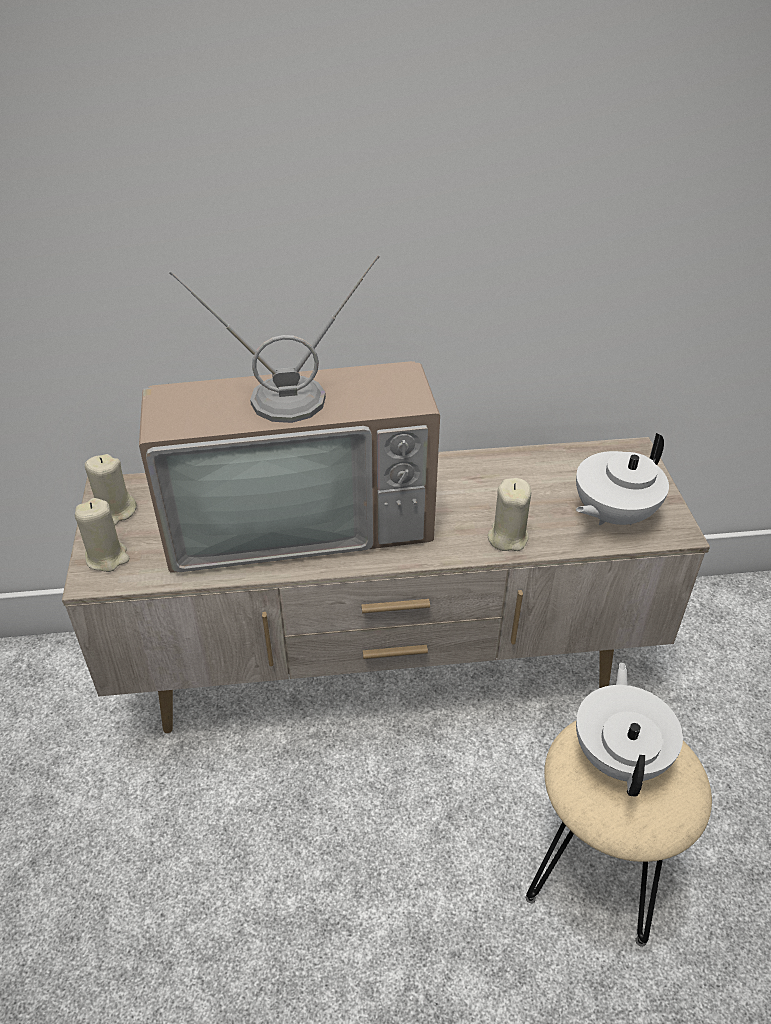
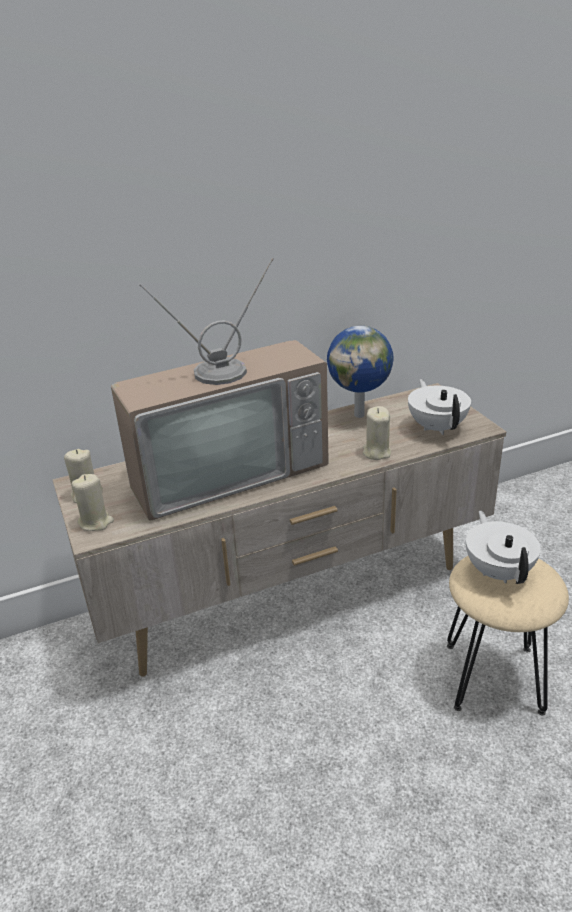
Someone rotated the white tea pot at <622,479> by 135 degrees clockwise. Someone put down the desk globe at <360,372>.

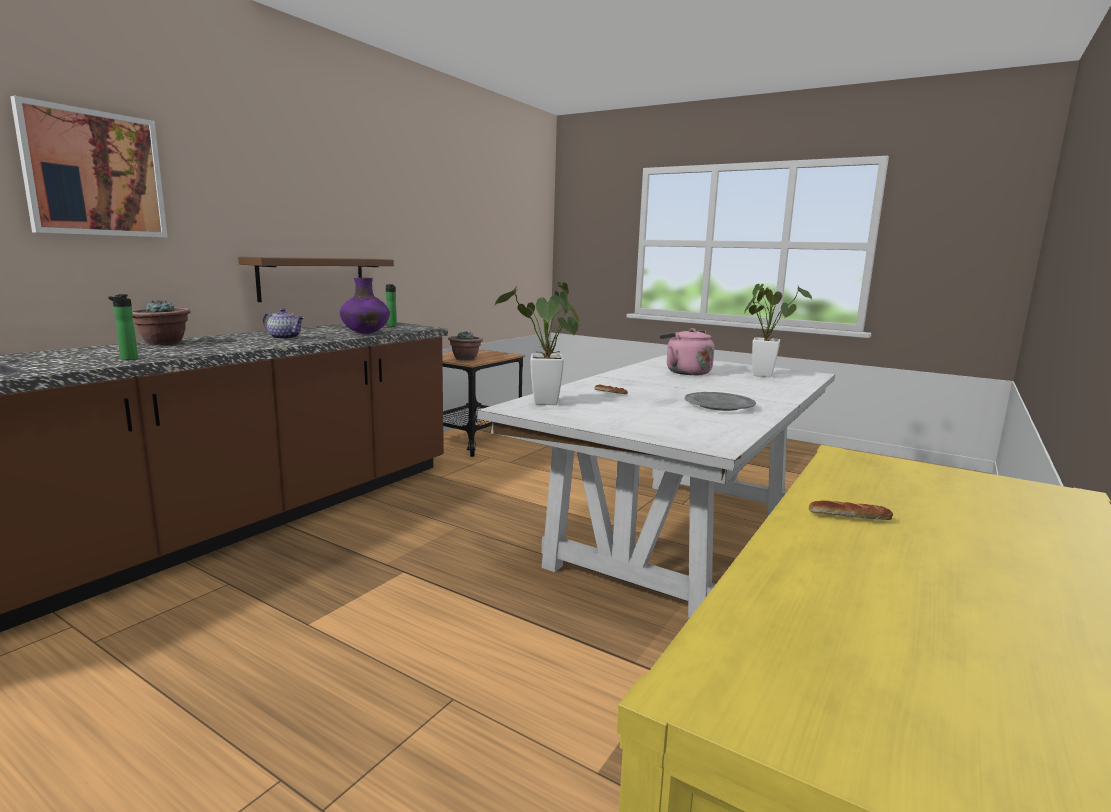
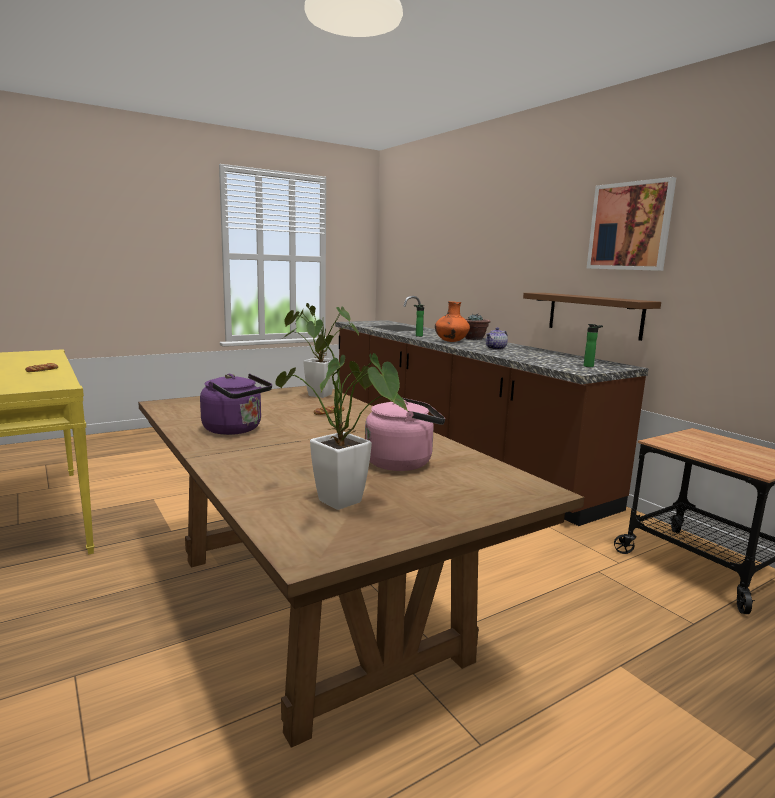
Someone carried the picture from <89,167> to <631,224>. Someone took away the purplish flower vase at <365,305>. Someone took away the potted plant at <465,346>. Someone repainted the white dinner table at <656,486>, which became the brown dinner table at <361,567>. Someone swapped the gray dinner plate at <720,401> for the purplish kettle at <236,404>. Someone put down the orange-coloured flower vase at <452,321>.

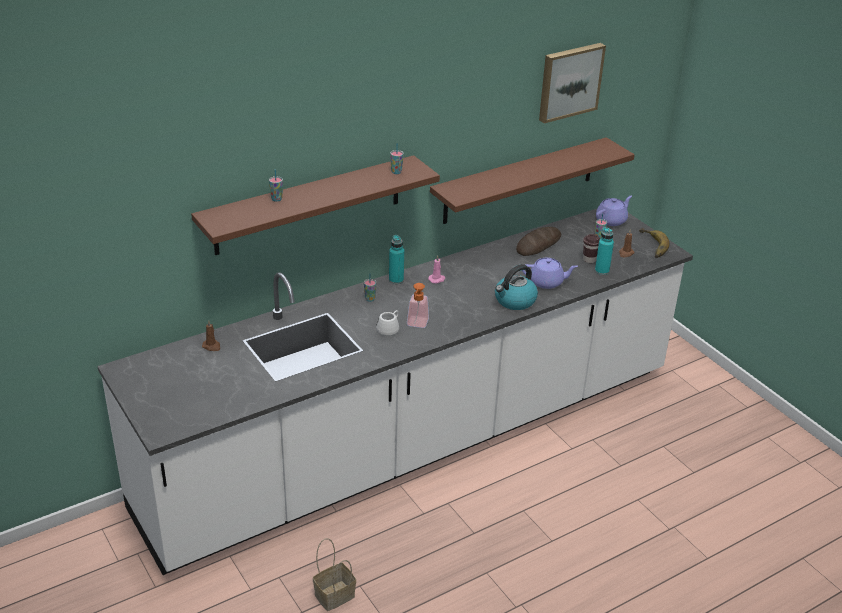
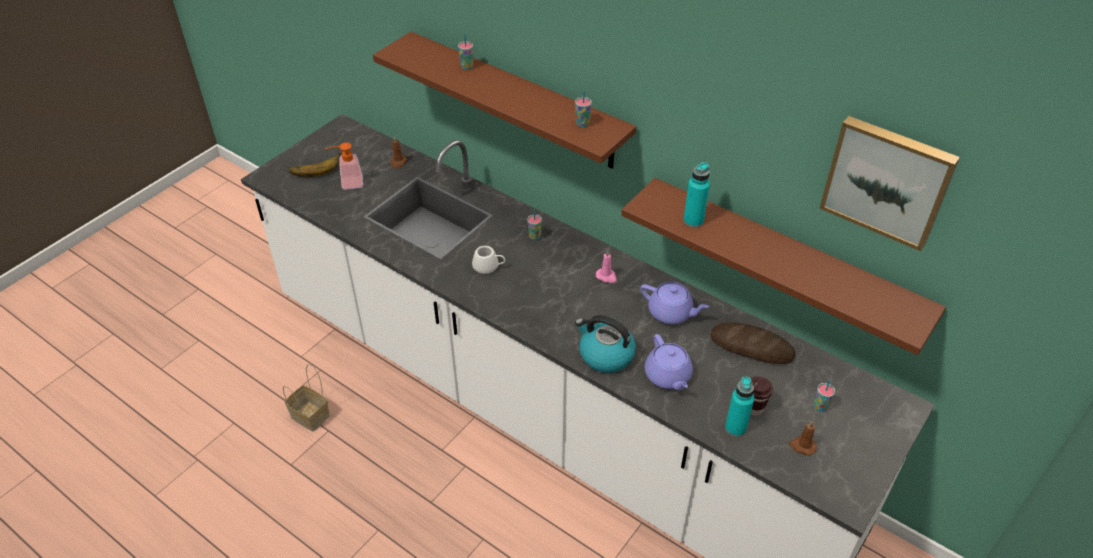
Someone carried the purplish tea pot from <614,211> to <675,303>. Someone carried the whole banana from <654,243> to <315,163>. Someone carried the turquoise-coloured beverage bottle from <396,259> to <696,194>. Someone carried the liquid soap bottle from <418,305> to <344,166>.

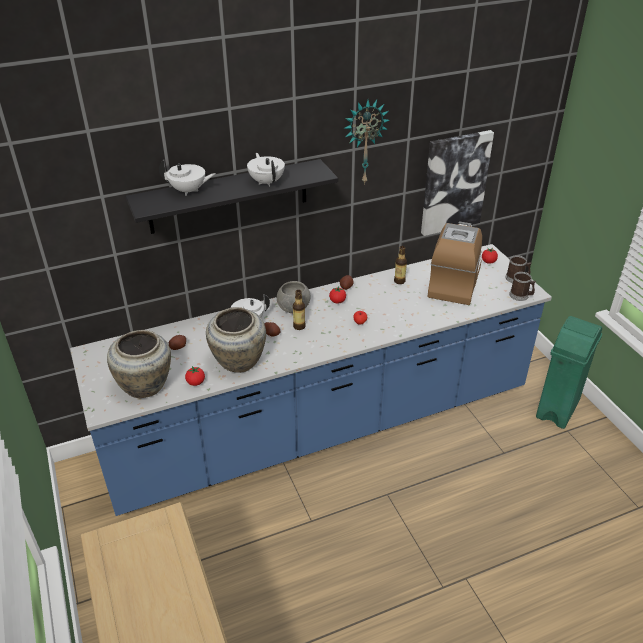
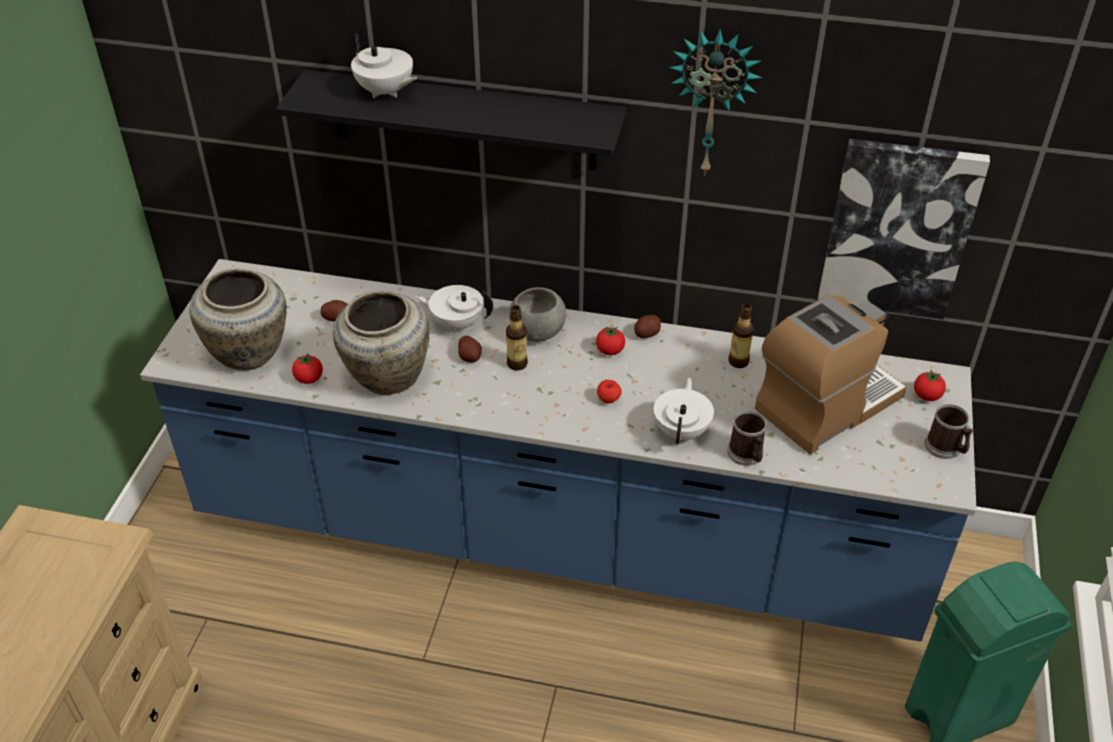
Someone carried the white tea pot from <266,170> to <684,411>. Someone carried the coffee mug from <522,286> to <746,438>.

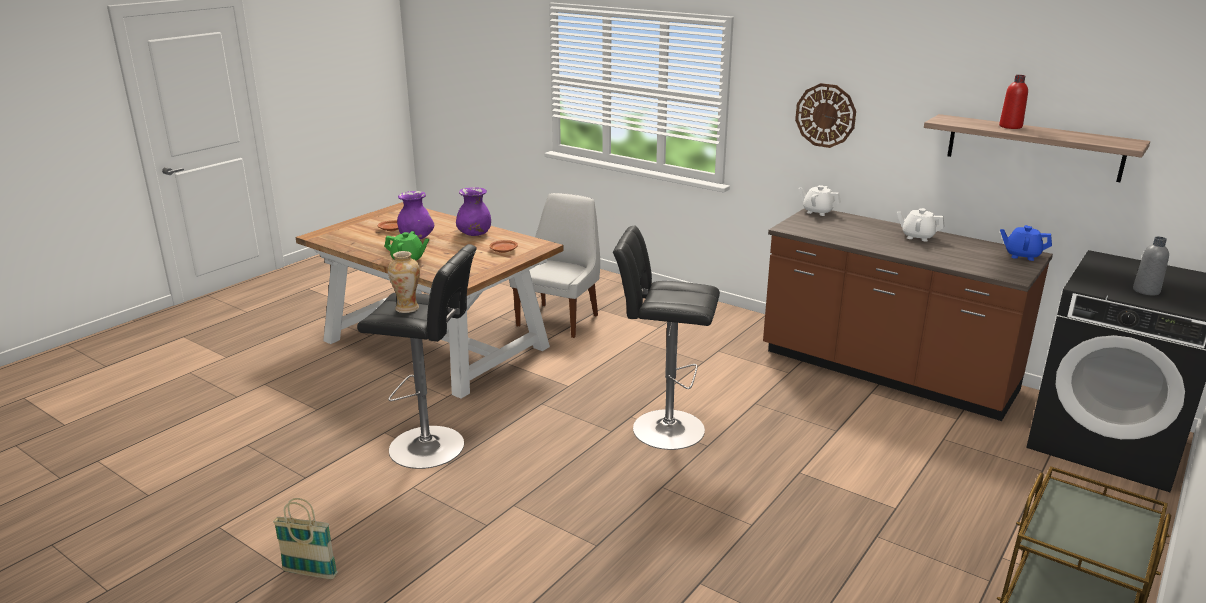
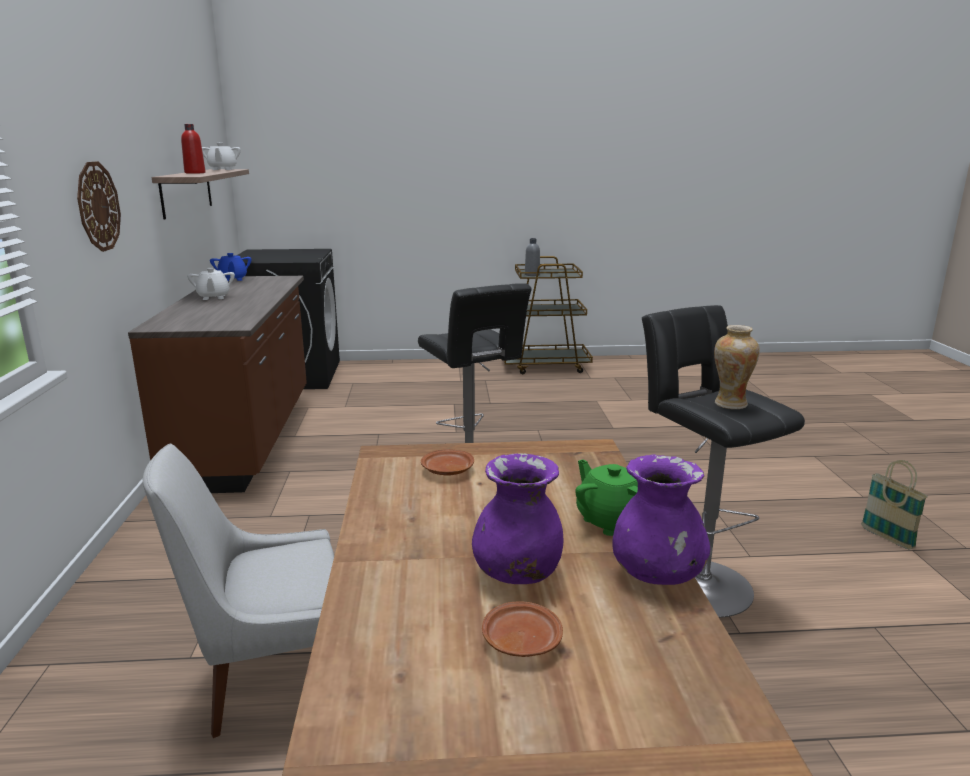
Someone carried the white tea pot from <820,200> to <221,156>. Someone carried the purplish flower vase from <473,211> to <661,520>. Someone carried the gray beverage bottle from <1151,266> to <532,257>.

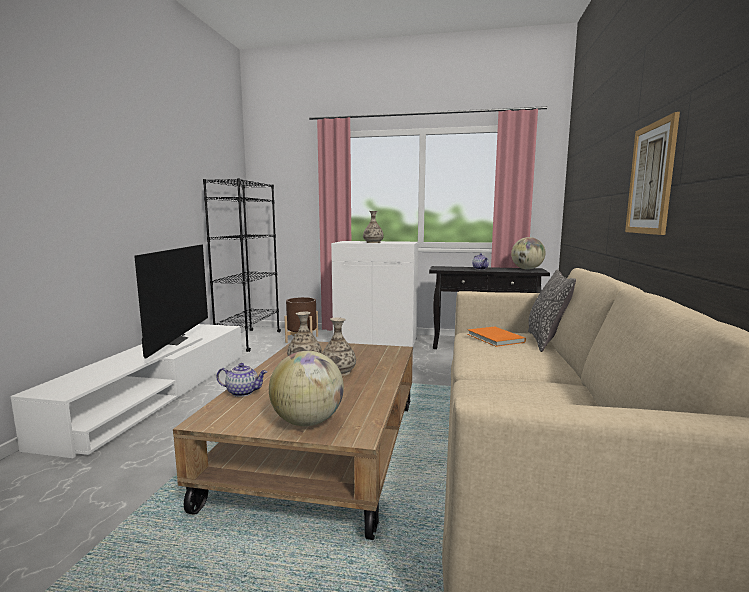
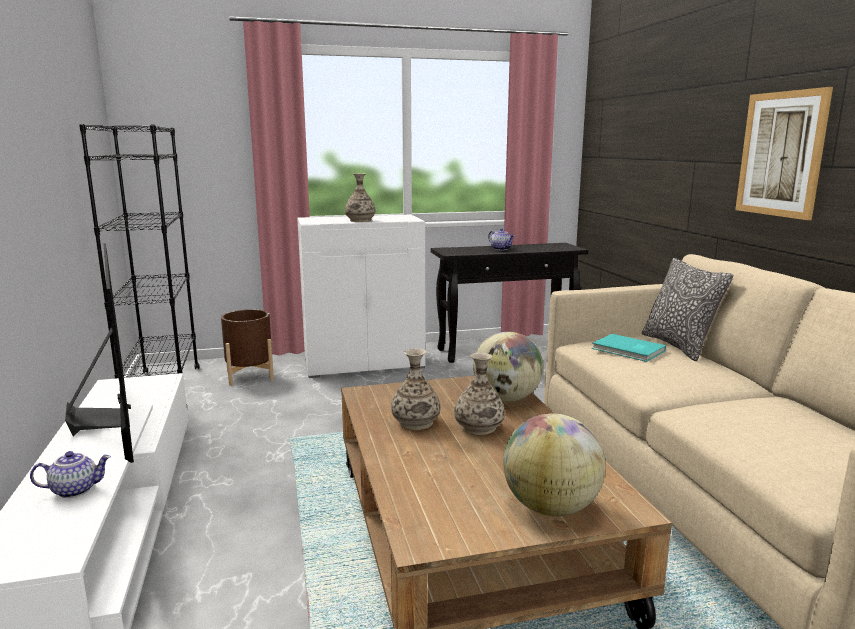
Someone carried the desk globe from <528,253> to <508,366>. Someone repainted the orange-coloured volume at <497,336>, which became the turquoise-coloured volume at <629,348>. Someone carried the tea pot from <241,380> to <70,474>.

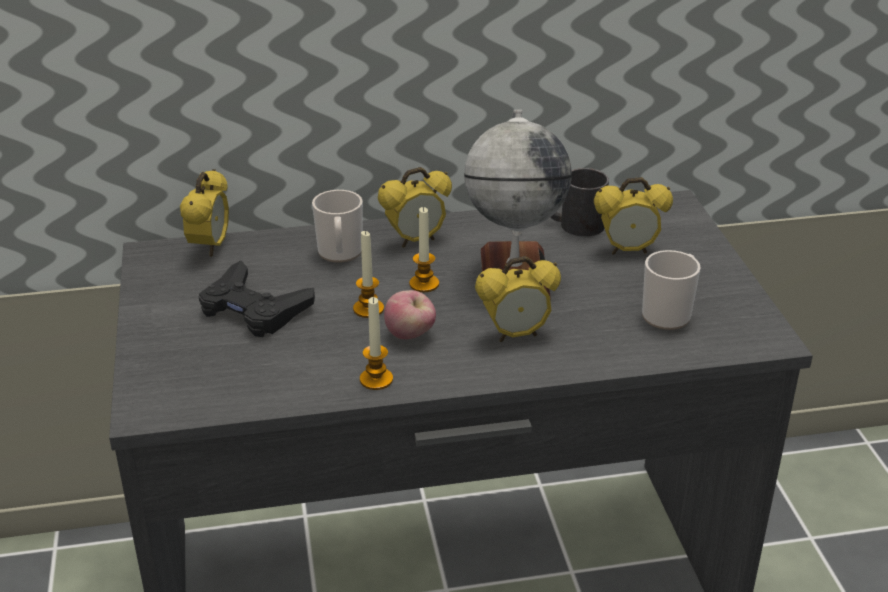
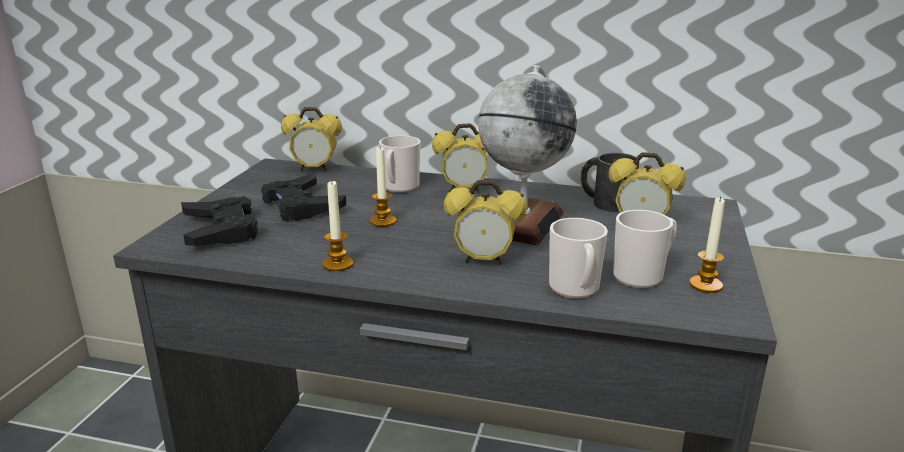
Someone rotated the bedside clock at <204,213> by 60 degrees clockwise. Someone carried the candle from <424,249> to <707,244>. Someone took away the apple fruit at <410,314>. Someone put down the black game controller at <219,221>. Someone put down the coffee mug at <578,258>.

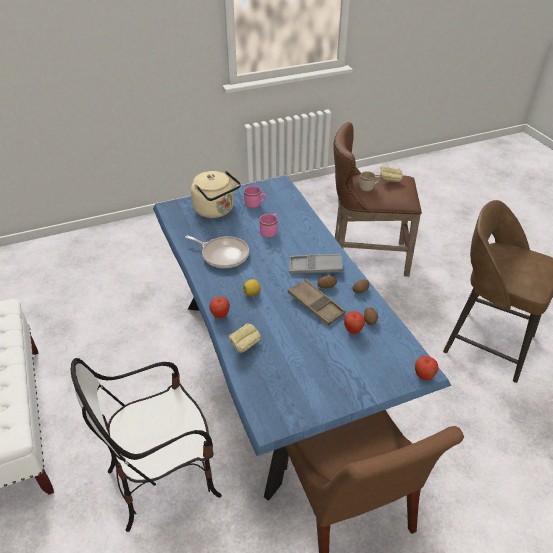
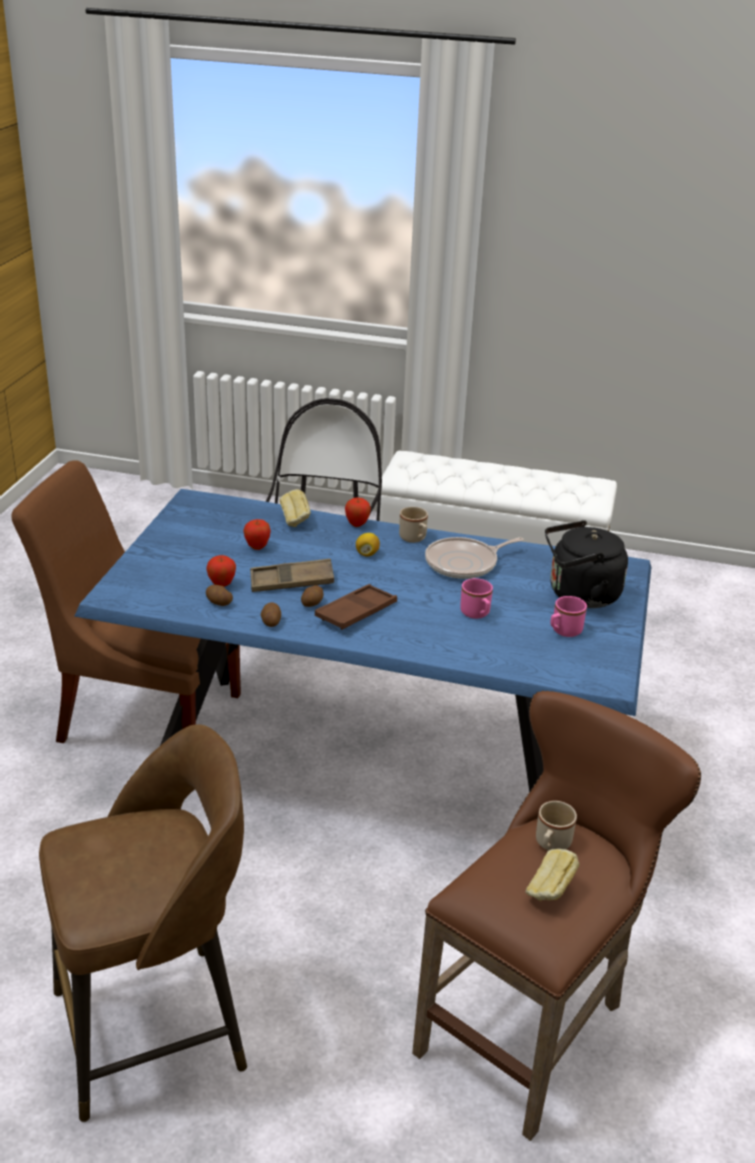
Someone repainted the sand-coloured kettle at <216,194>, which became the black kettle at <586,564>. Someone repainted the gray carrying tray at <316,264>, which became the brown carrying tray at <356,607>. Someone carried the apple fruit from <427,368> to <257,534>. Someone put down the sand-coloured coffee mug at <413,525>.

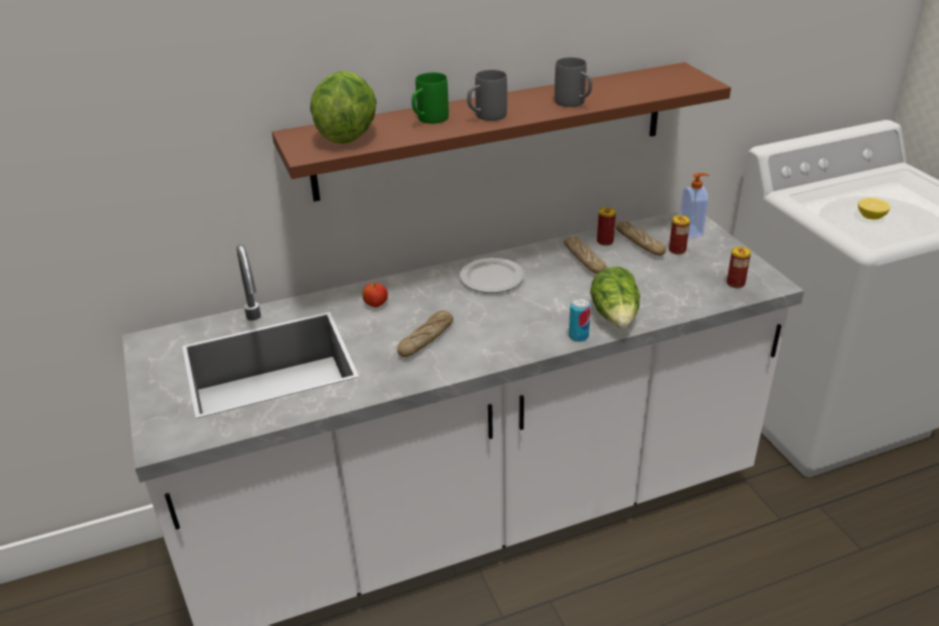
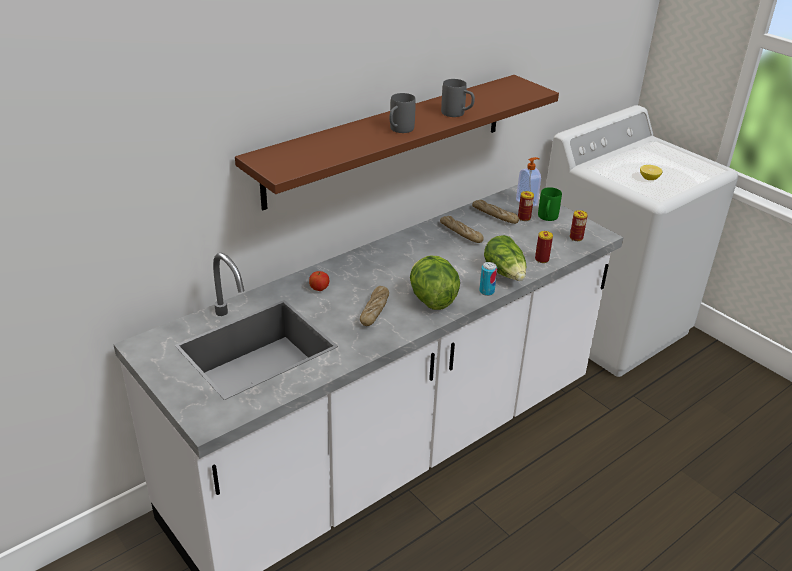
Someone carried the lettuce from <343,107> to <435,283>. Someone carried the green-coloured coffee mug from <430,98> to <550,204>. Someone carried the metal can from <606,226> to <544,247>. Someone took away the dinner plate at <492,275>.

